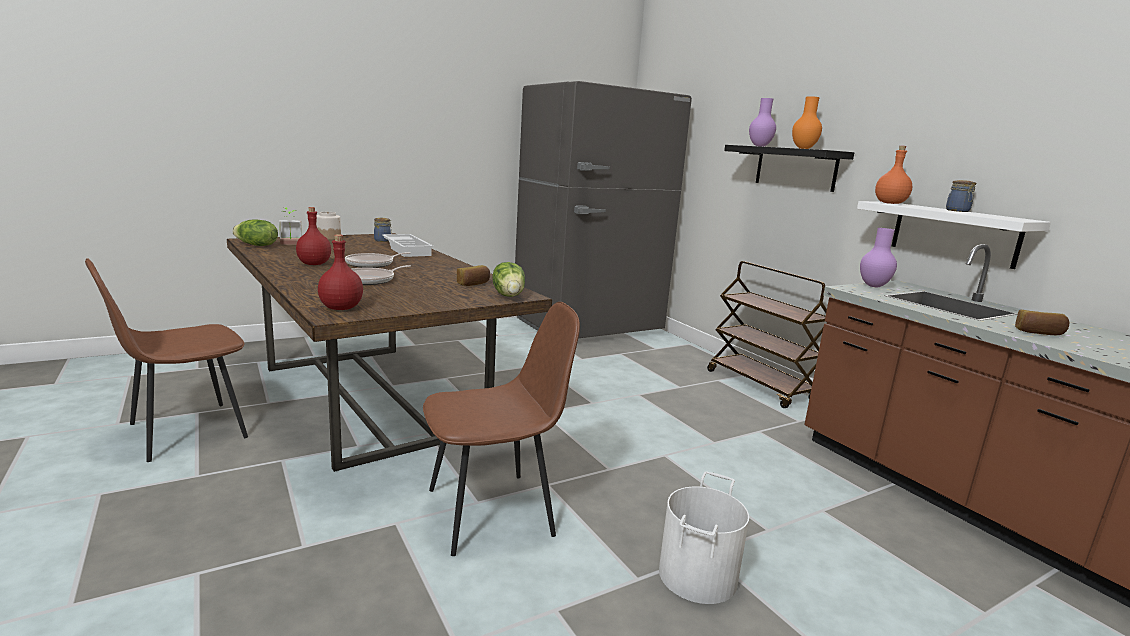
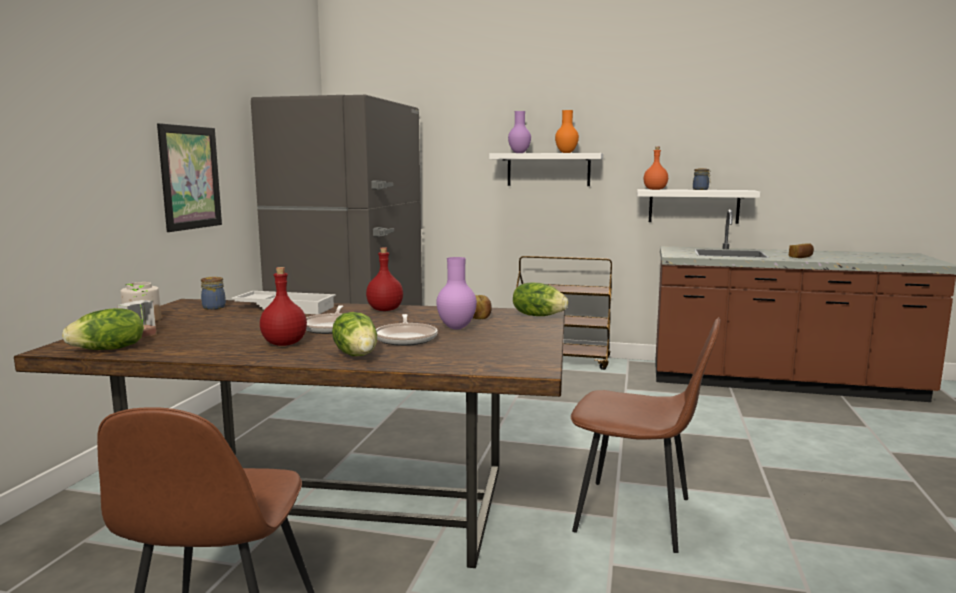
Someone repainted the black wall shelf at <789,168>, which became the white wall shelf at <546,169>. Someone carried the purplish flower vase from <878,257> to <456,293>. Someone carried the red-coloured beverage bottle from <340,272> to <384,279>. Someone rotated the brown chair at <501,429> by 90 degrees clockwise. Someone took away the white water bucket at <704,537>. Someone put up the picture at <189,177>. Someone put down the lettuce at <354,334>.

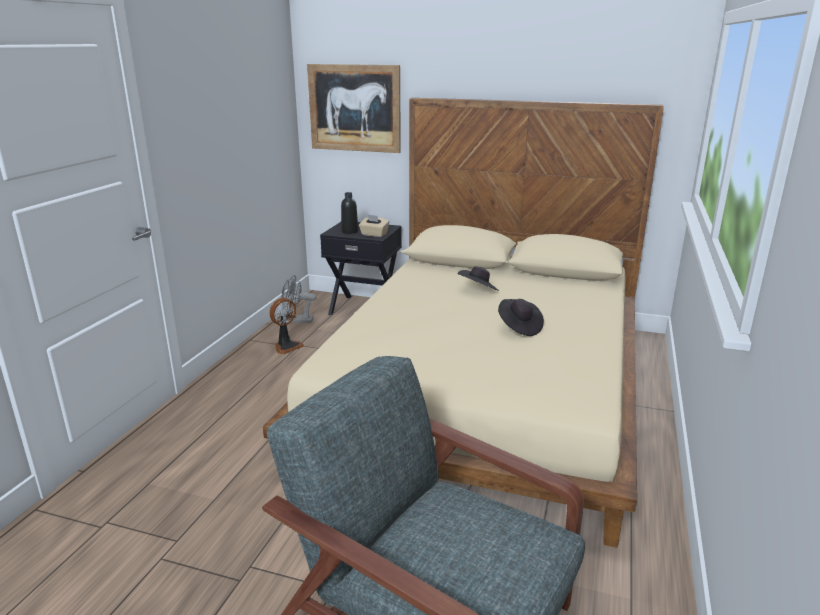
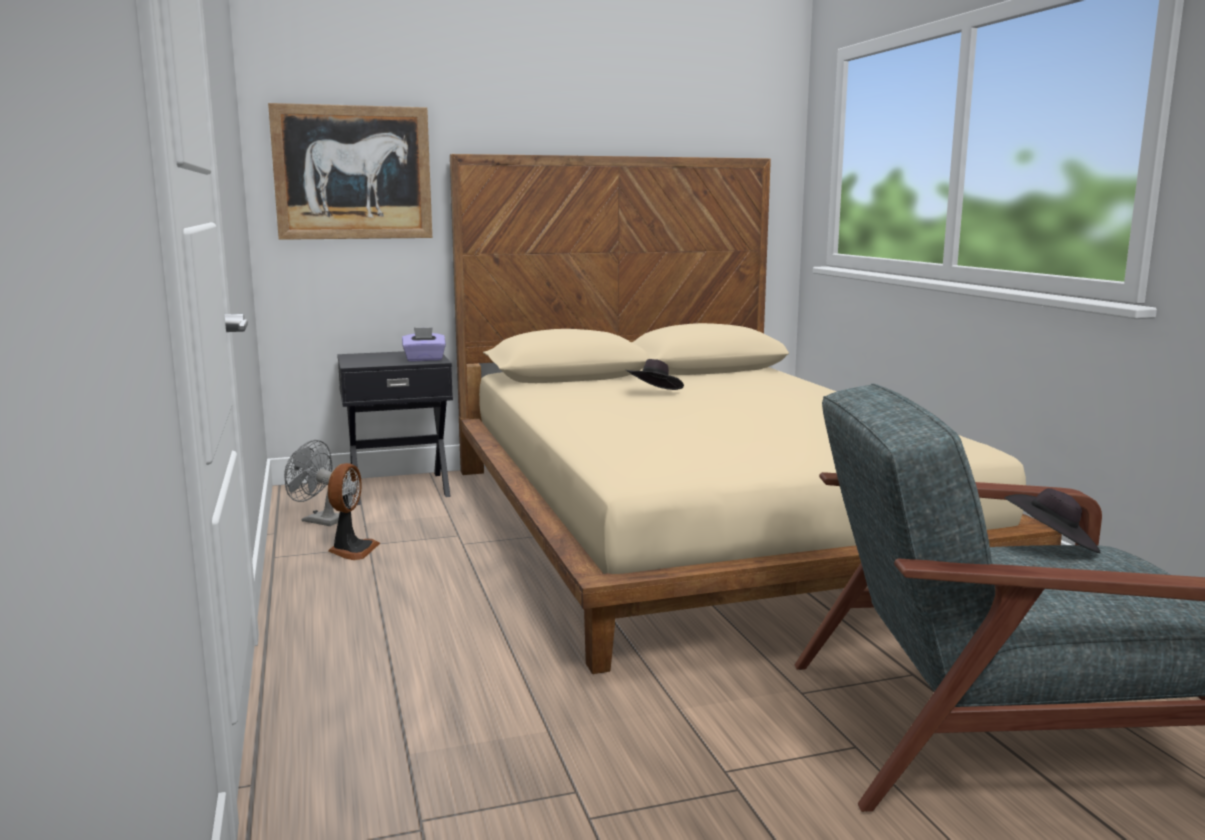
Someone took away the black beverage bottle at <349,213>. Someone repainted the sand-coloured tissue box at <374,225>, which became the purplish tissue box at <424,345>. Someone rotated the gray cooling fan at <299,299> by 60 degrees clockwise. Someone carried the black hat from <521,317> to <1053,520>.

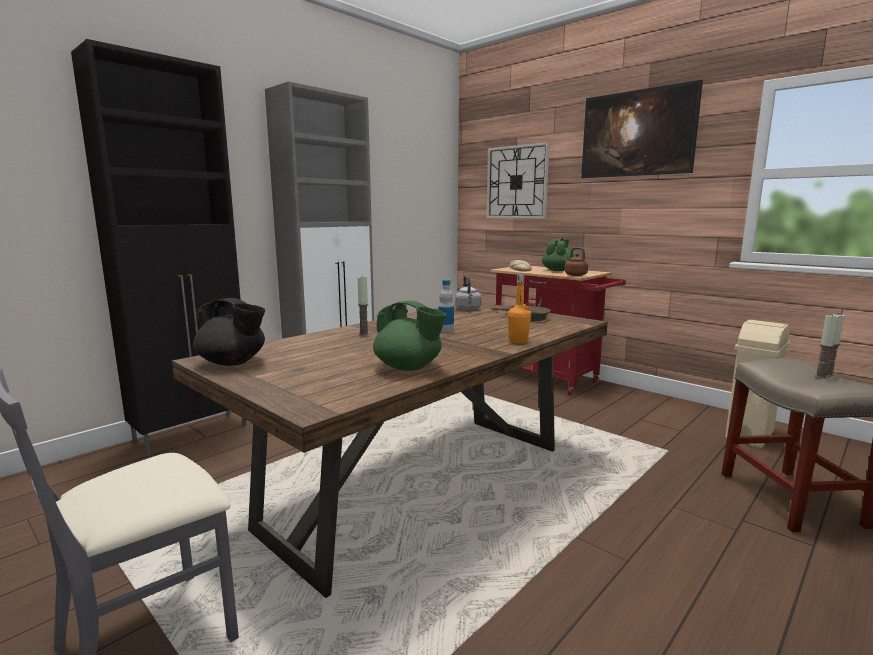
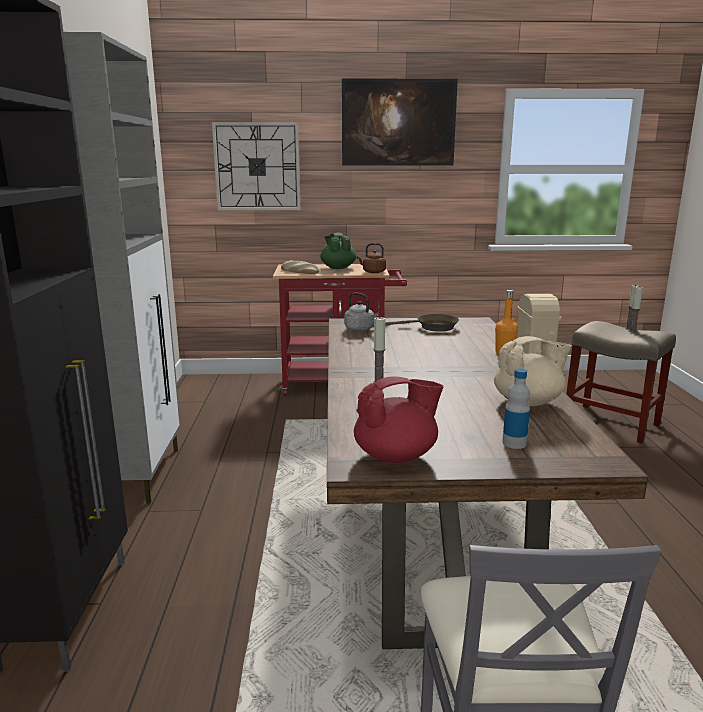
Someone carried the beverage bottle from <446,306> to <516,408>. Someone repainted the black tea pot at <229,332>, which became the red-coloured tea pot at <398,420>. Someone repainted the green-coloured tea pot at <410,336>, which became the sand-coloured tea pot at <533,371>.

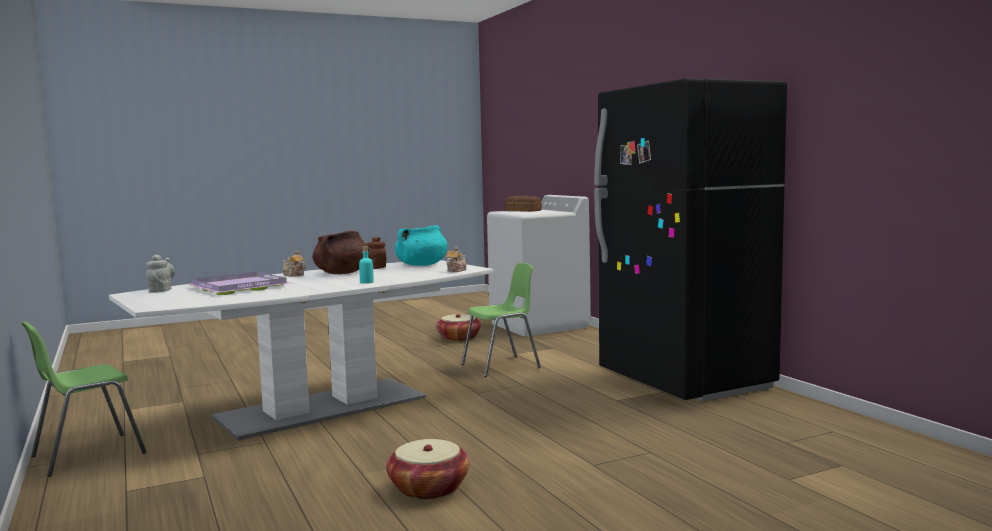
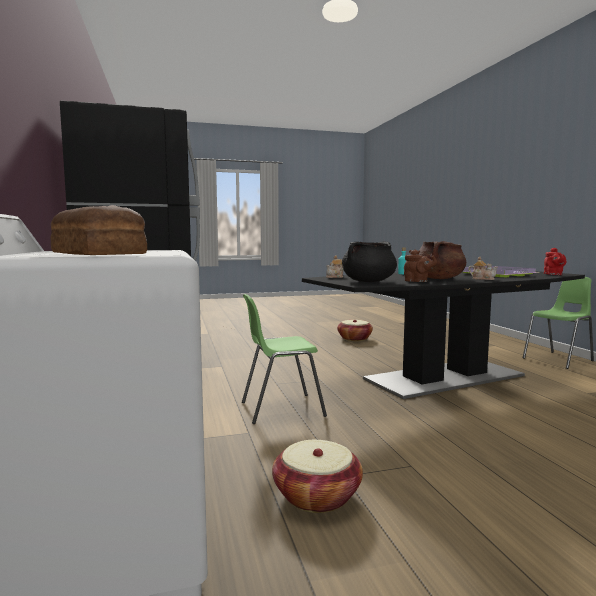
Someone repainted the turquoise-coloured stockpot at <421,245>, which became the black stockpot at <369,261>. Someone repainted the gray tea pot at <160,273>, which became the red-coloured tea pot at <555,261>. Someone repainted the white dinner table at <301,350>, which became the black dinner table at <443,335>.

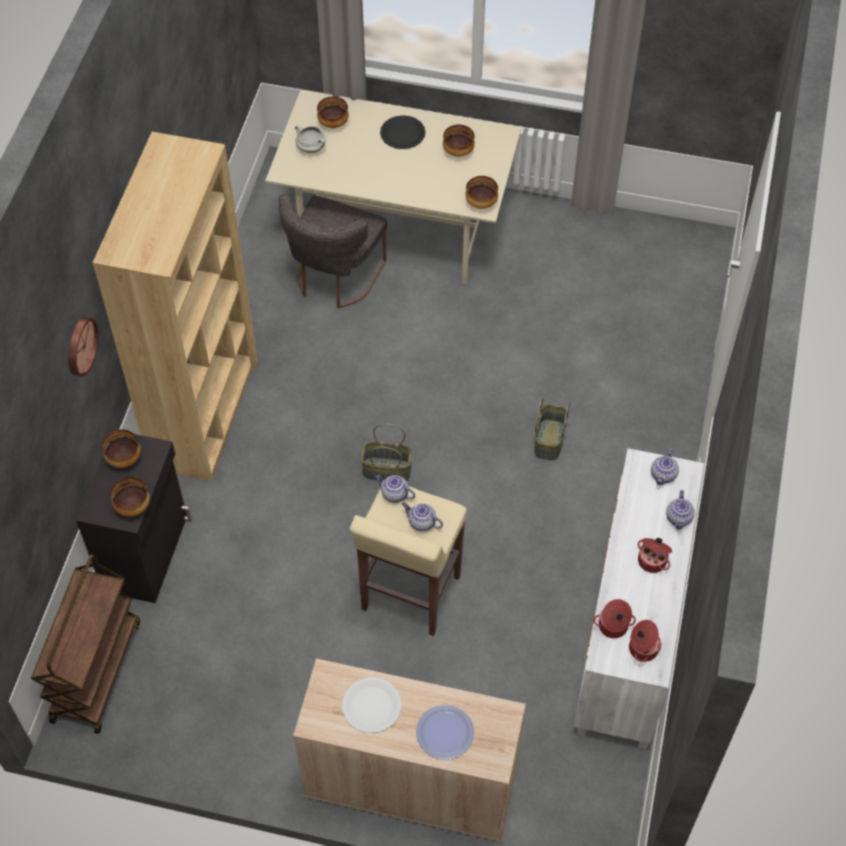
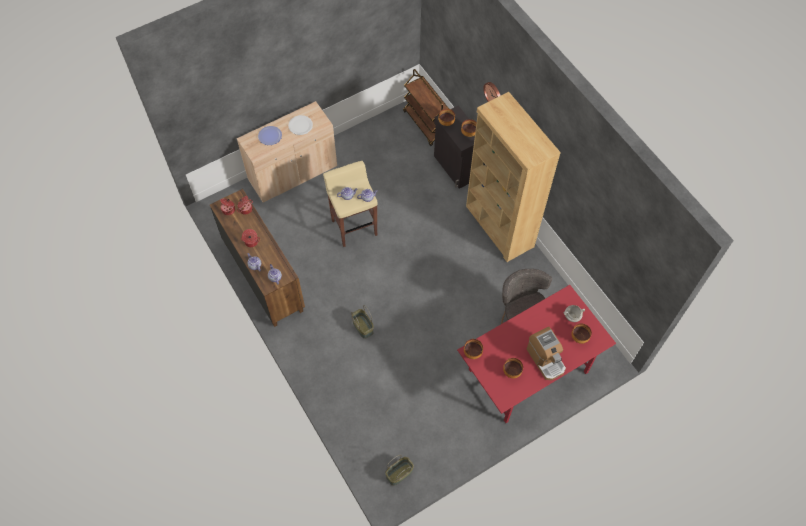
Someone repainted the sand-coloured dinner table at <393,187>, which became the red-coloured dinner table at <536,354>. Someone swapped the black dinner plate at <403,132> for the coffee machine at <546,353>. Someone carried the storage basket from <386,452> to <399,470>. Someone repainted the white chest of drawers at <639,598>, which became the brown chest of drawers at <257,258>.

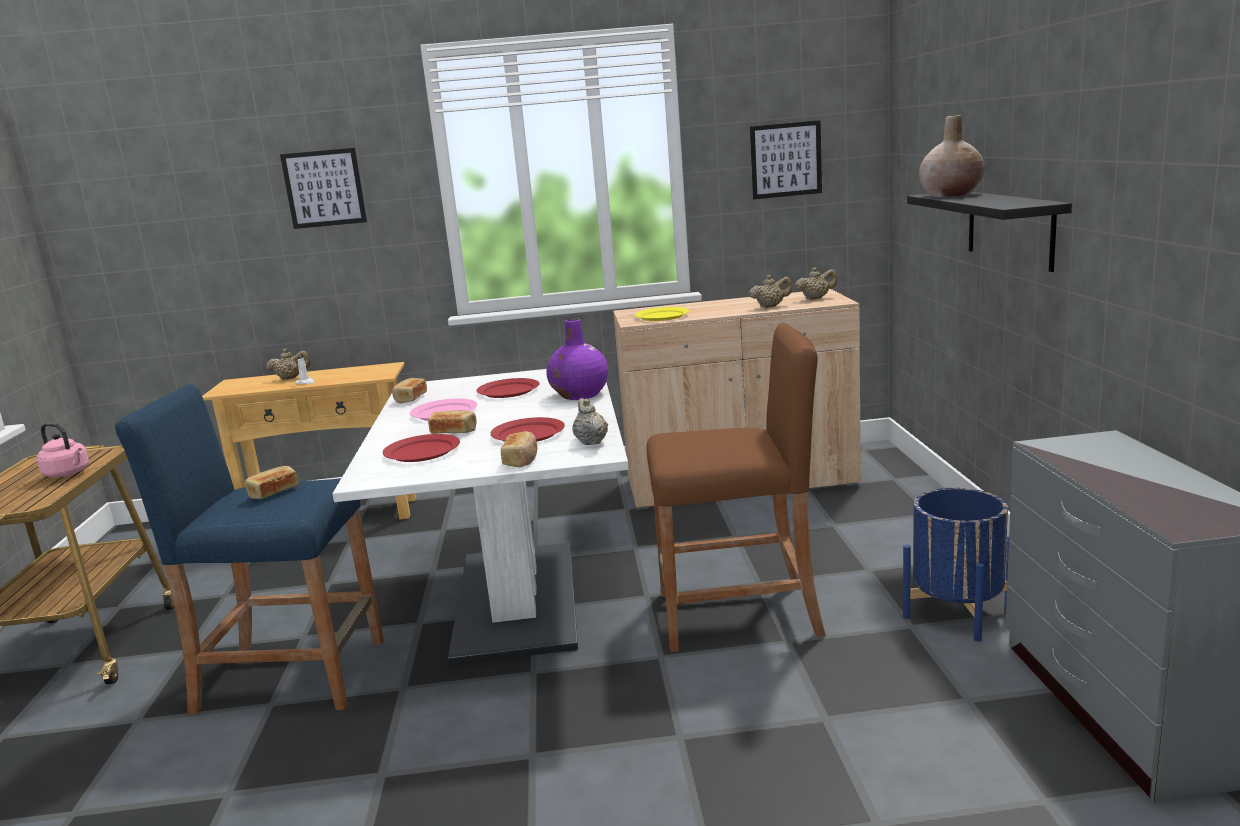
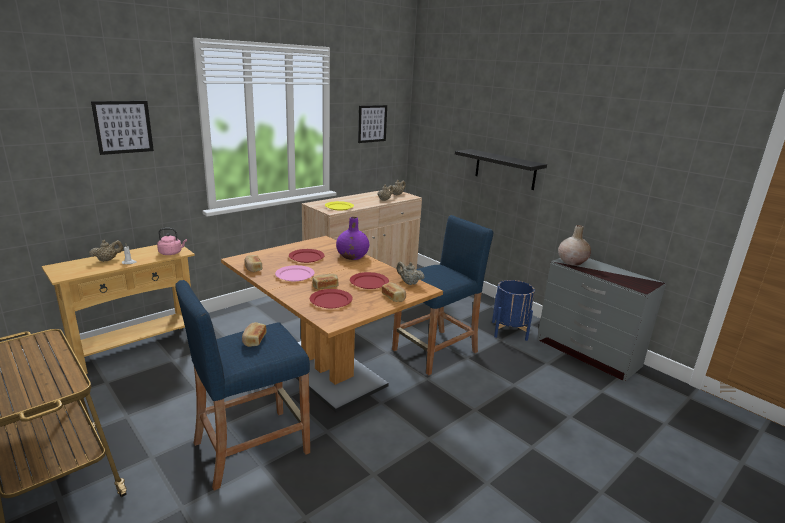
Someone carried the sand-coloured flower vase from <952,156> to <574,245>. Someone repainted the brown stool at <736,487>, which became the bluish stool at <442,295>. Someone repainted the white dinner table at <480,517>, which became the brown dinner table at <332,324>. Someone carried the pinkish kettle from <62,450> to <172,241>.

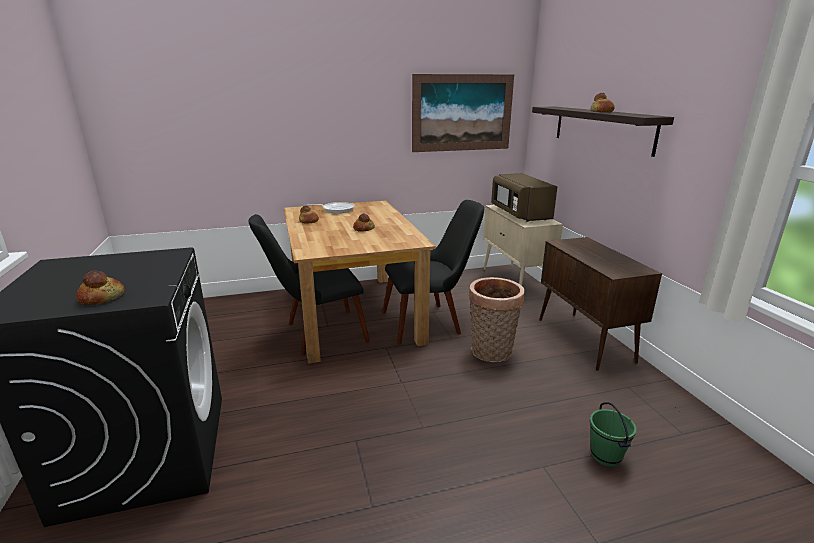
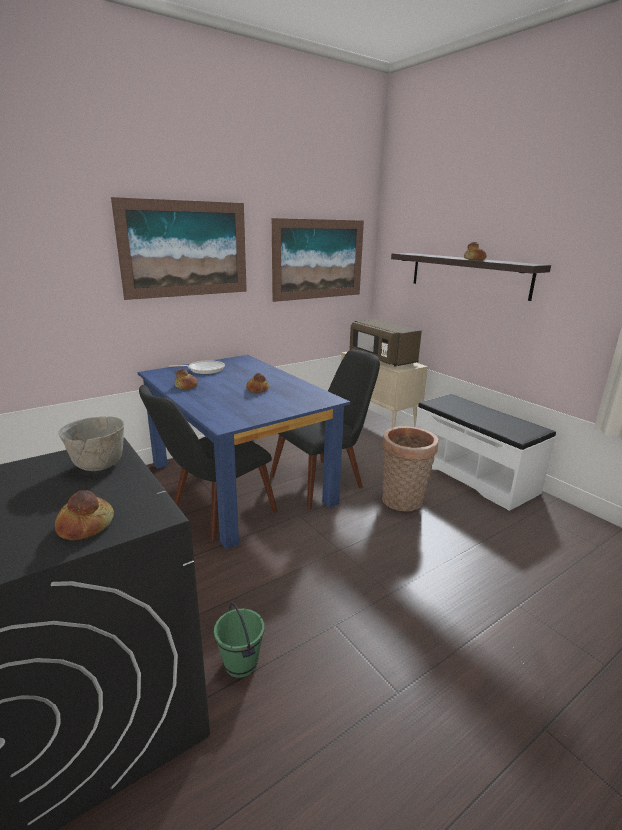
Someone repainted the brown dinner table at <359,282>, which became the bluish dinner table at <244,452>. Someone swapped the brown cabinet at <600,304> for the white indoor bench at <486,452>. Someone carried the green-coloured water bucket from <613,434> to <239,640>. Someone put up the picture at <179,248>. Someone put down the gray serving bowl at <91,443>.

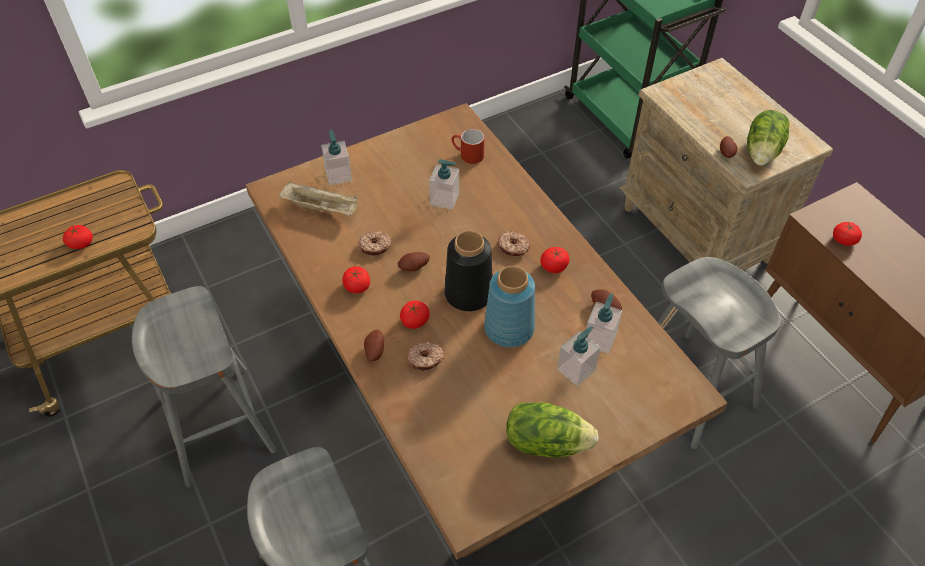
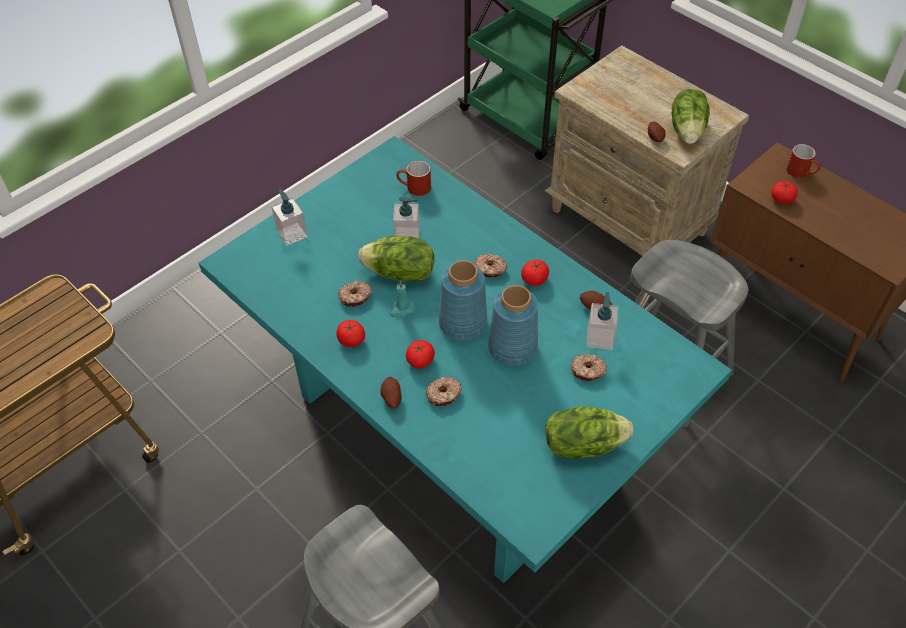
Someone repainted the brown dinner table at <487,331>, which became the turquoise-coloured dinner table at <465,359>. Someone took away the sand-coloured carrying tray at <318,199>. Someone took away the fresh tomato at <78,237>. Someone repainted the black flower vase at <468,270>, which became the bluish flower vase at <463,300>. Someone swapped the potato at <414,262> for the turquoise-coloured candle at <402,299>. Someone took away the gray stool at <204,386>. Someone swapped the liquid soap bottle at <579,356> for the doughnut at <589,367>. Someone put down the red-coloured coffee mug at <803,161>. Someone put down the lettuce at <396,259>.

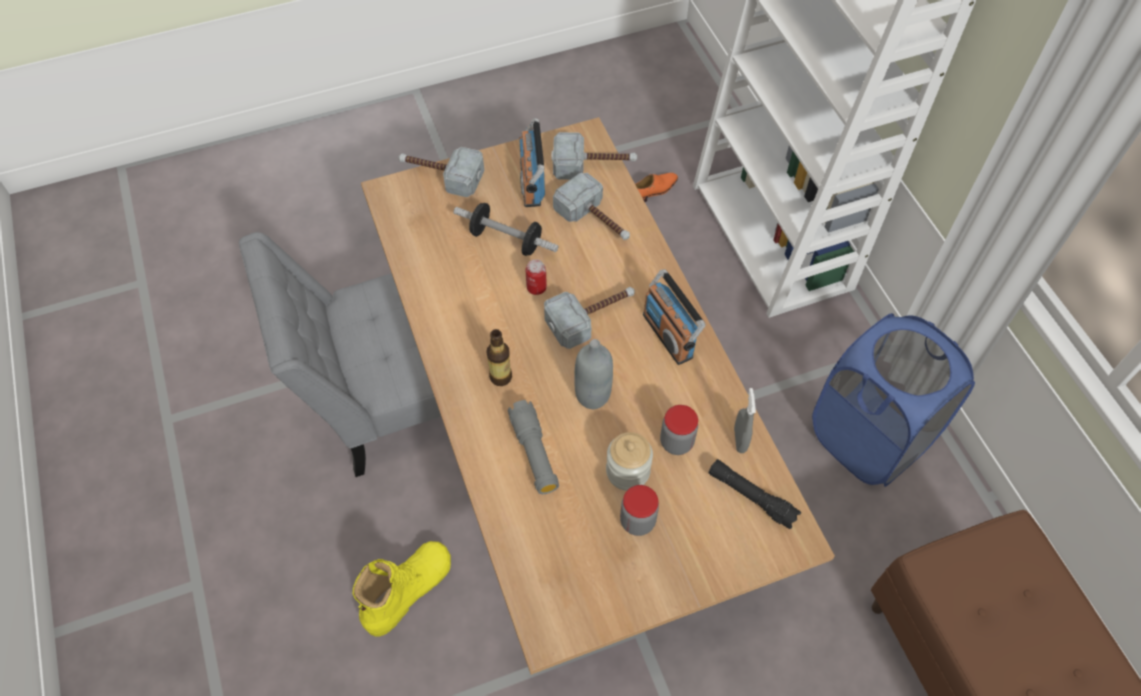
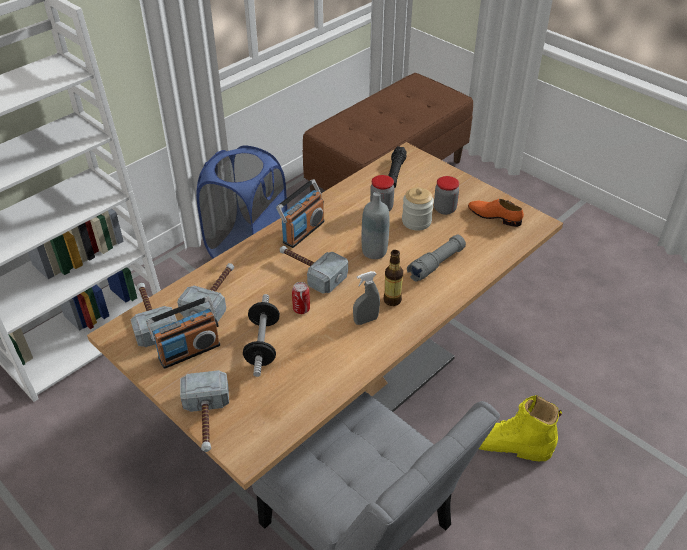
Someone carried the orange-coloured low shoe from <656,187> to <496,213>. Someone carried the gray spray bottle from <745,420> to <366,298>.

